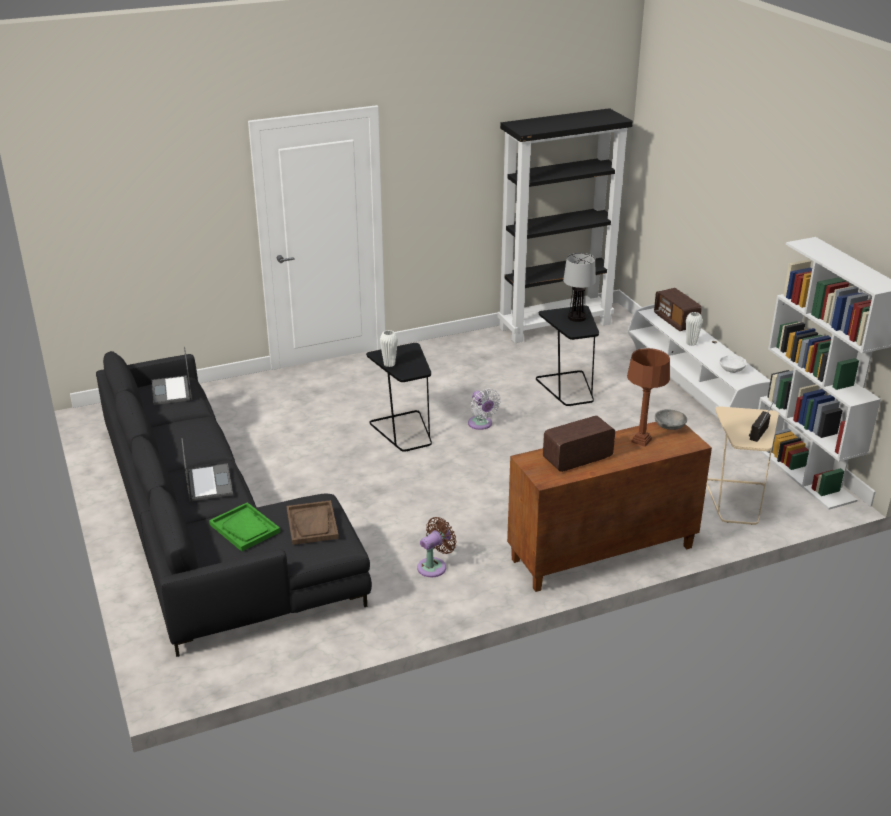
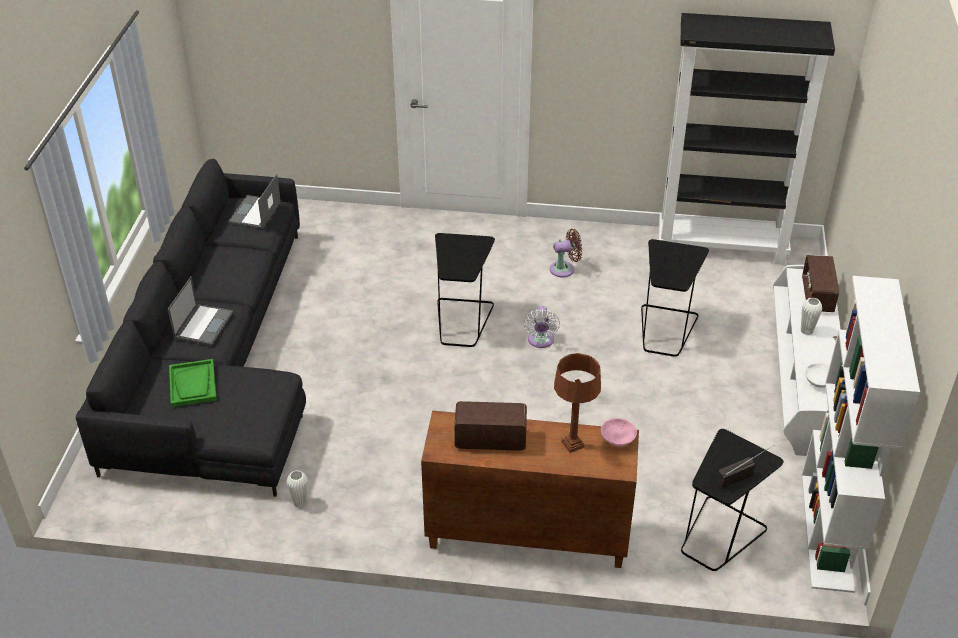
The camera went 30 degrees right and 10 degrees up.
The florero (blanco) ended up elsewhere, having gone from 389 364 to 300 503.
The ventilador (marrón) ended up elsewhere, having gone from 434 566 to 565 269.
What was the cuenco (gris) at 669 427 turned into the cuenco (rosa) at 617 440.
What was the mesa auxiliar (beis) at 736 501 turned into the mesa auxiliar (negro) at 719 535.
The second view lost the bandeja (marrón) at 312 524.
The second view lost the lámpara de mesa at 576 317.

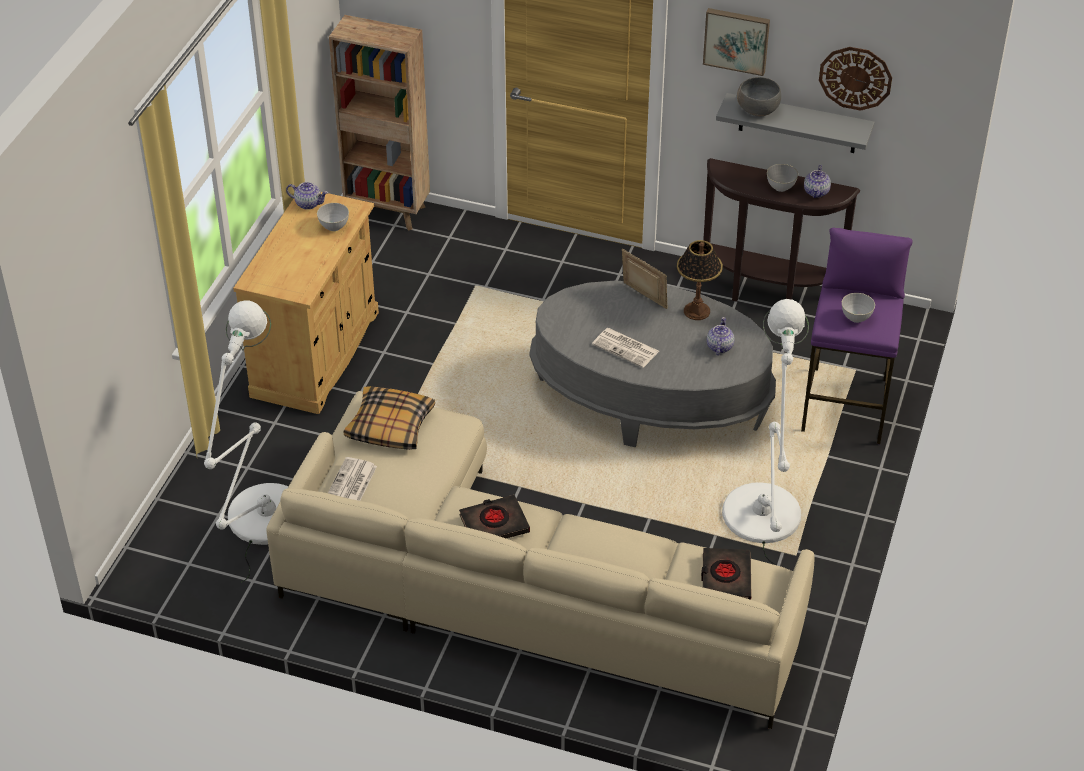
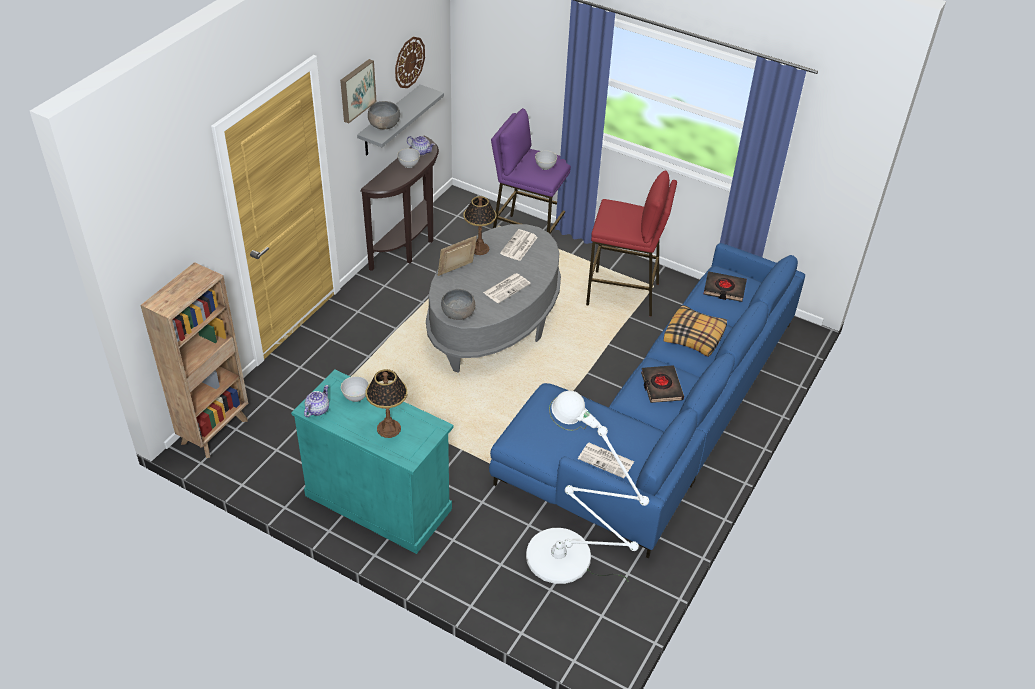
The camera went 80 degrees left and 0 degrees up.
What was the armario (beis) at 316 354 turned into the armario (turquesa) at 378 502.
The second view gained the lámpara de mesa at 389 429.
The second view gained the cuenco (gris) at 458 313.
What was the sofá (beis) at 517 588 turned into the sofá (azul) at 660 420.
Where the tetera stood at 719 346, the periódico came to stand at 519 246.
Where the lámpara de pie (blanco) stood at 762 523, the taburete (rojo) came to stand at 623 294.
The cojín ended up elsewhere, having gone from 390 426 to 694 337.

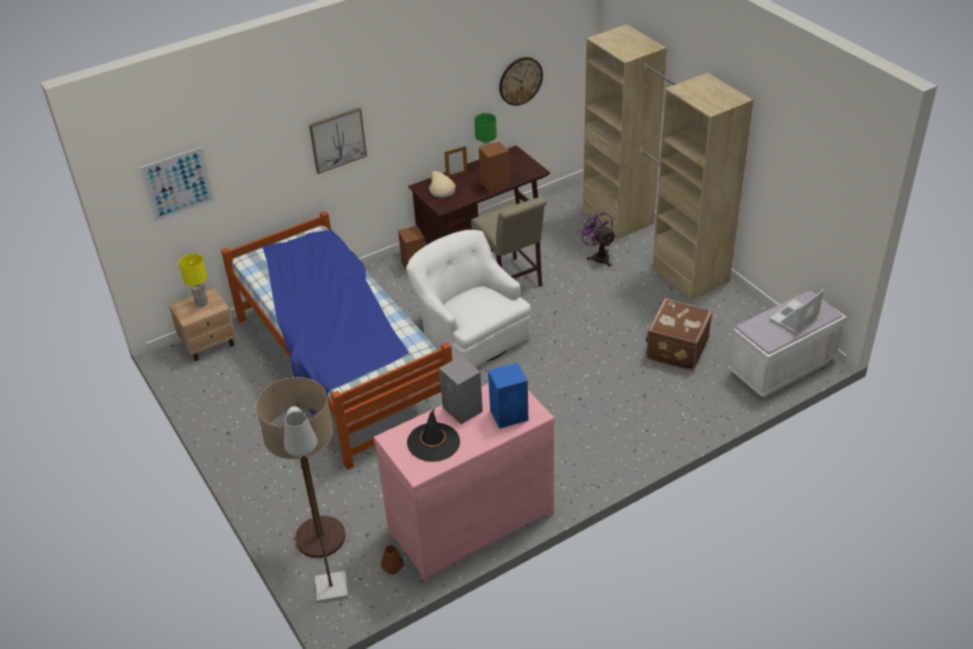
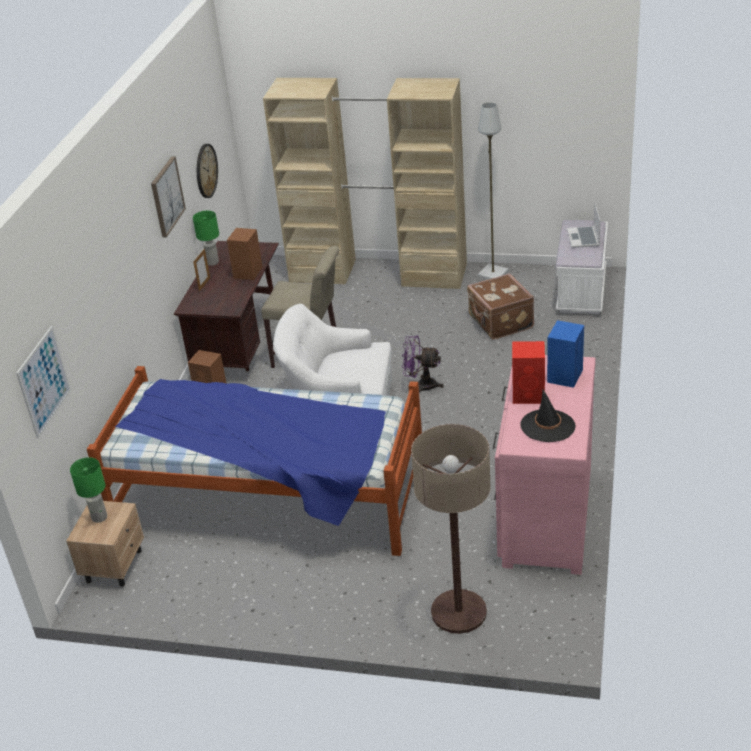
The camera went 45 degrees left and 5 degrees down.
What was the lámpara de mesa (amarillo) at 202 303 turned into the lámpara de mesa (verde) at 100 517.
The cuadro ended up elsewhere, having gone from 337 139 to 166 196.
The ventilador (morado) ended up elsewhere, having gone from 598 256 to 421 385.
The lámpara de pie (gris) ended up elsewhere, having gone from 331 588 to 493 274.
What was the altavoz (gris) at 463 410 turned into the altavoz (rojo) at 529 395.
The second view lost the florero (marrón) at 393 568.
The second view lost the sombrero (beis) at 441 189.

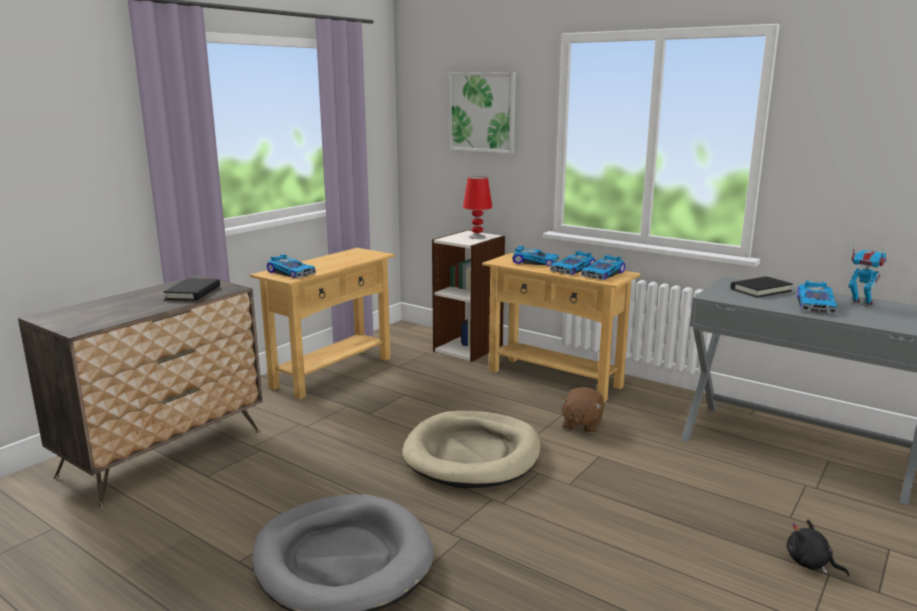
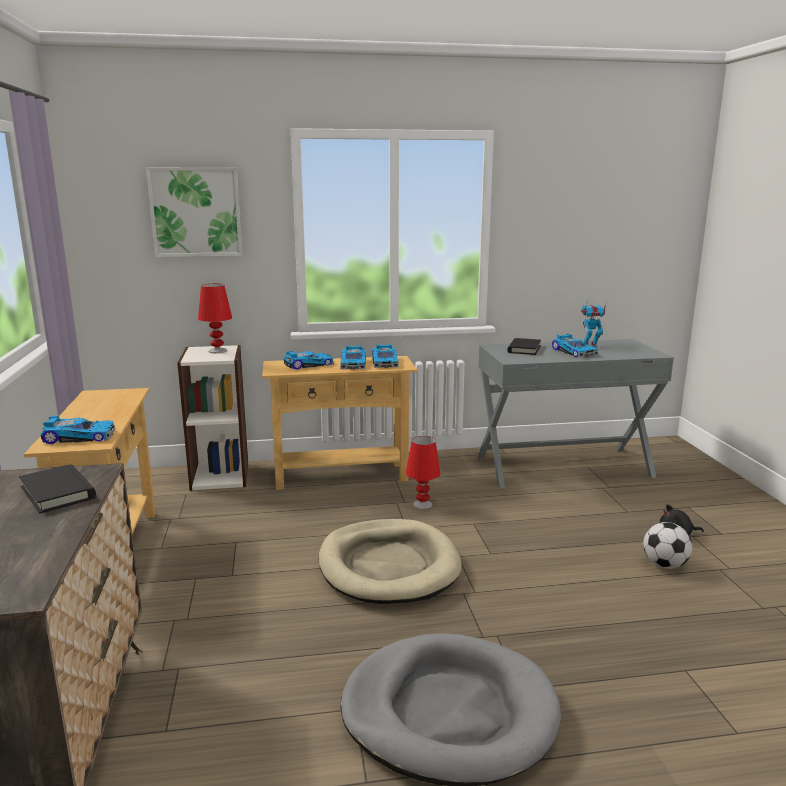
The camera went 45 degrees left and 0 degrees up.
Where the peluche (marrón) stood at 581 424, the lámpara de mesa (rojo) came to stand at 422 505.
The second view gained the balón de fútbol at 664 565.

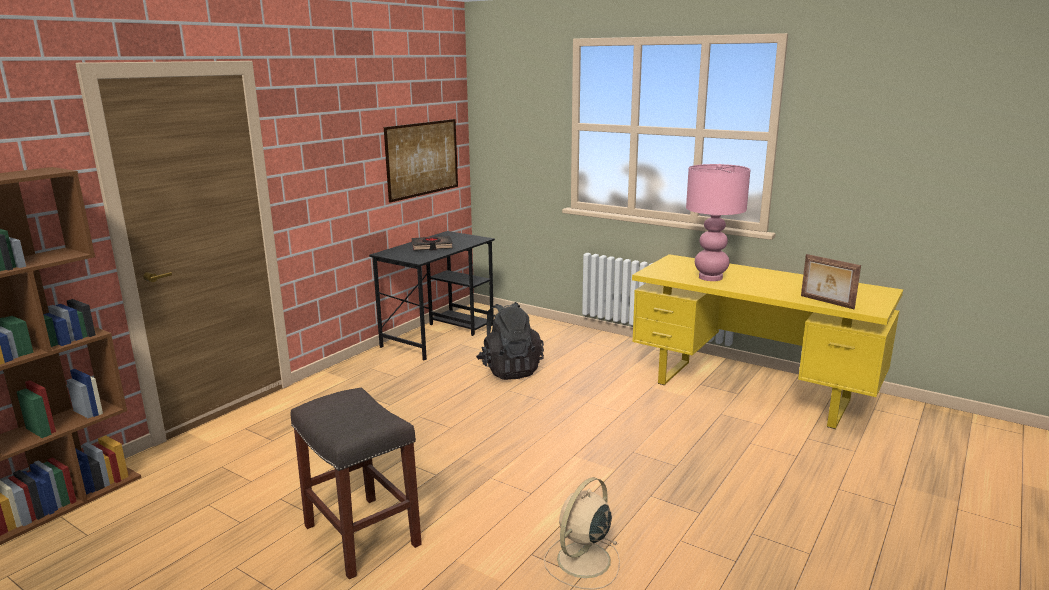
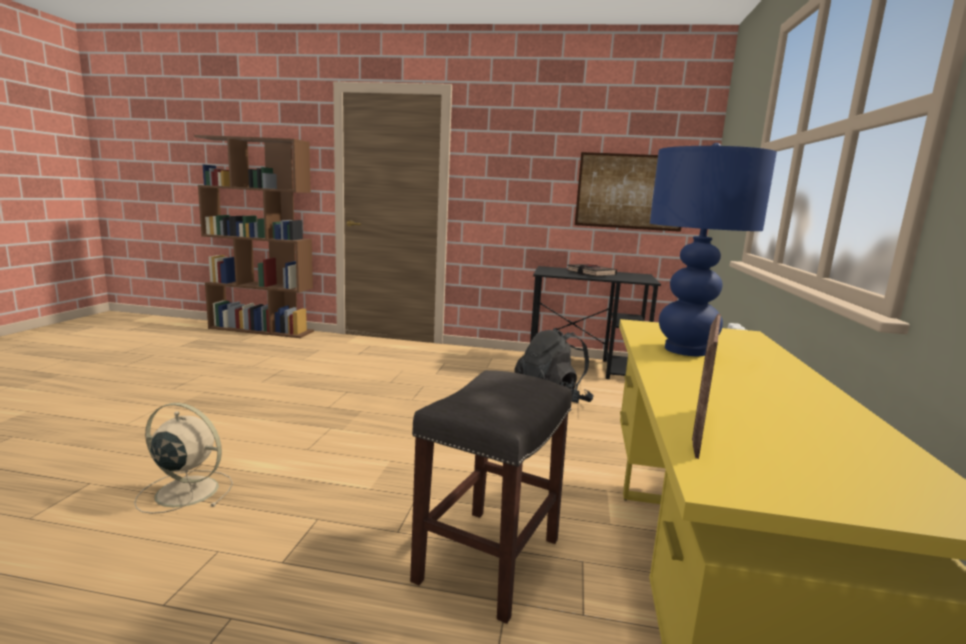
The camera went 65 degrees right and 5 degrees down.
The taburete (gris) ended up elsewhere, having gone from 360 535 to 488 558.
What was the lámpara de mesa (rosa) at 710 277 turned into the lámpara de mesa (azul) at 685 350.

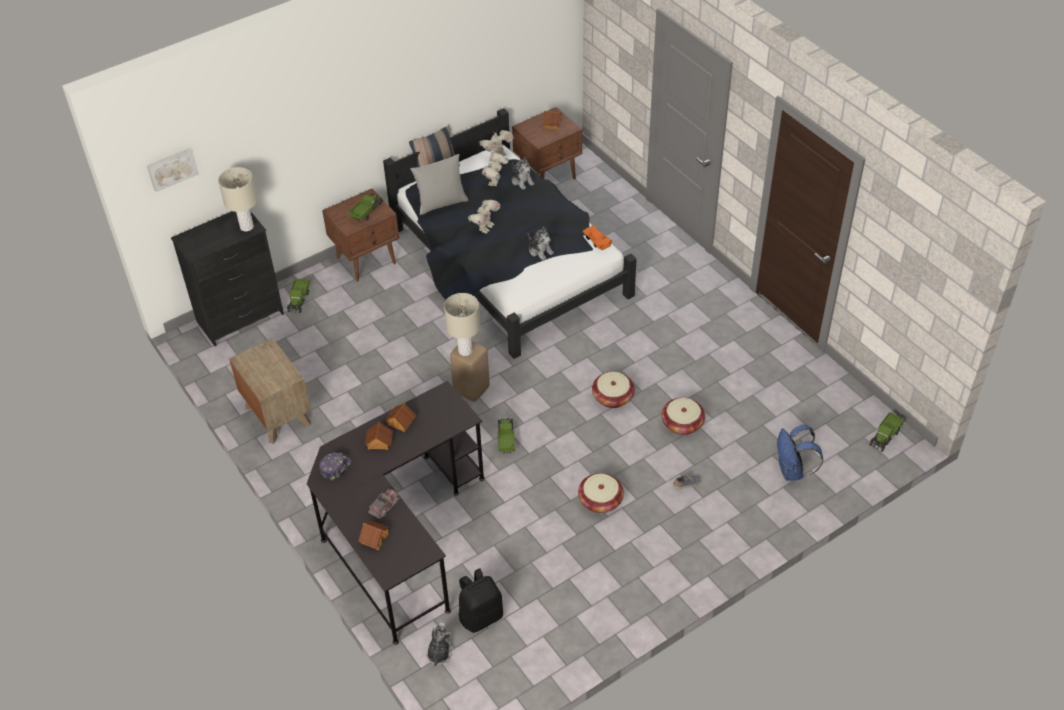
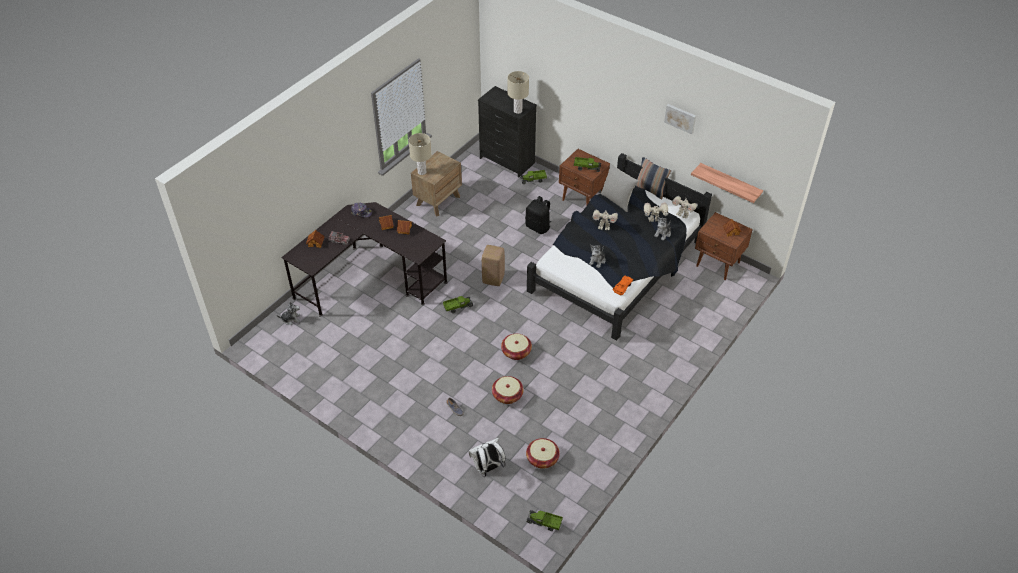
The camera went 70 degrees right and 0 degrees up.
The lámpara de mesa (beis) ended up elsewhere, having gone from 465 350 to 422 172.
What was the mochila (azul) at 792 471 turned into the mochila (blanco) at 487 468.
The mochila (negro) ended up elsewhere, having gone from 481 616 to 538 227.
The cesta ended up elsewhere, having gone from 600 500 to 542 458.
The cuadro ended up elsewhere, having gone from 172 168 to 680 118.
The second view gained the estante at 729 183.

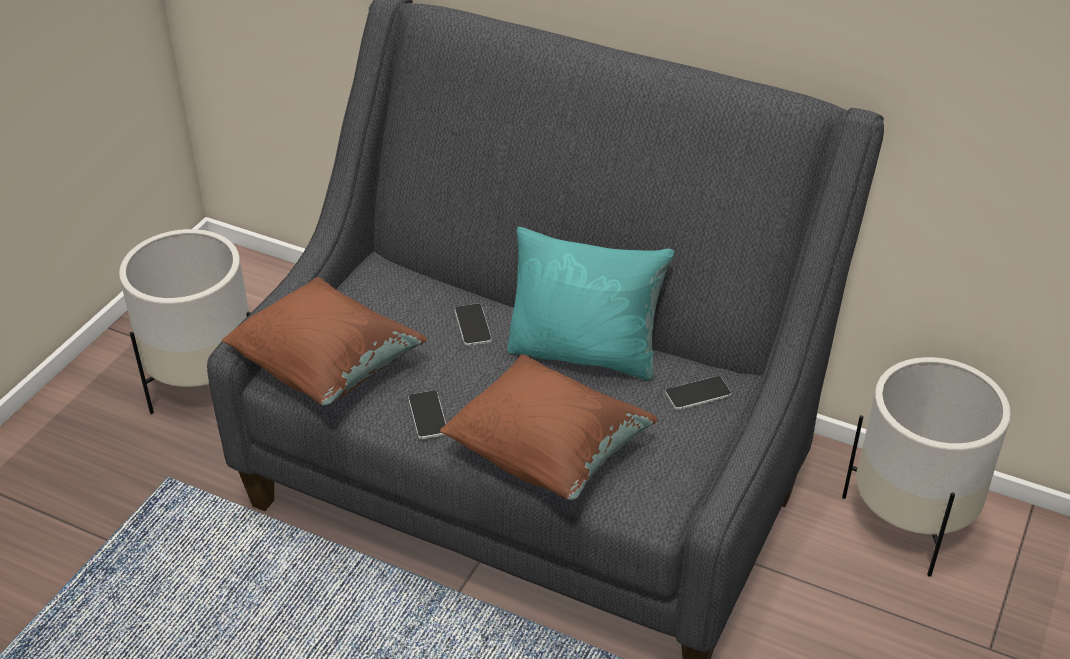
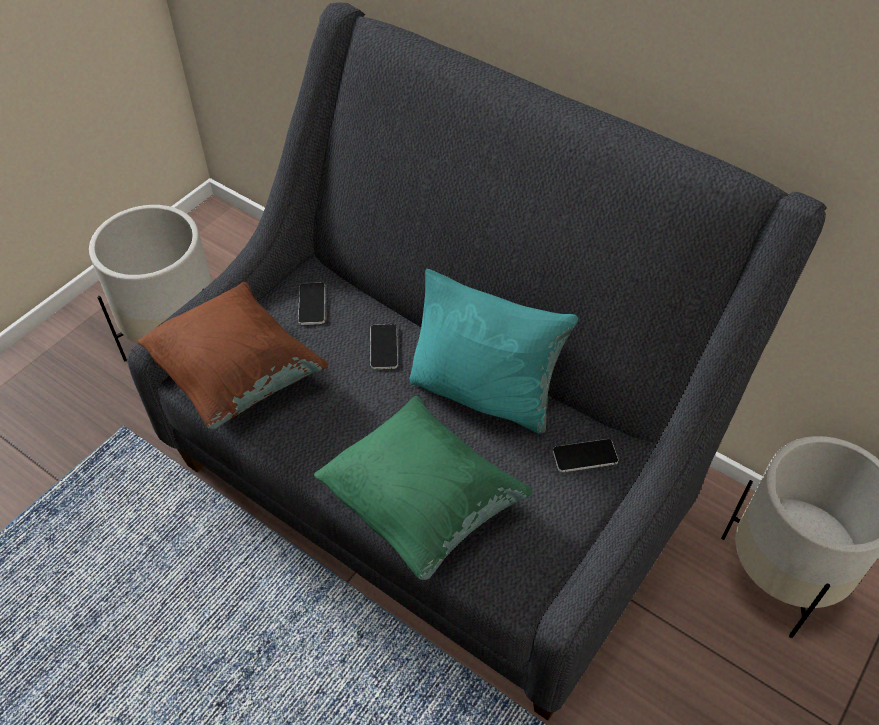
The camera went 10 degrees right and 10 degrees up.
The móvil ended up elsewhere, having gone from 427 415 to 312 304.
What was the cojín (marrón) at 547 455 turned into the cojín (verde) at 421 505.

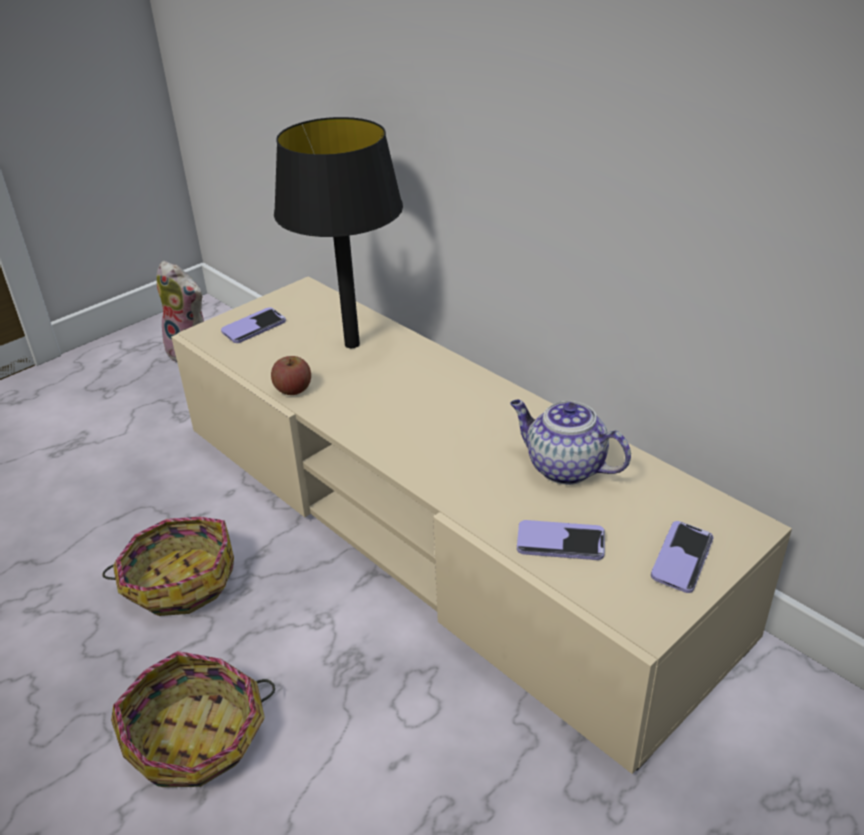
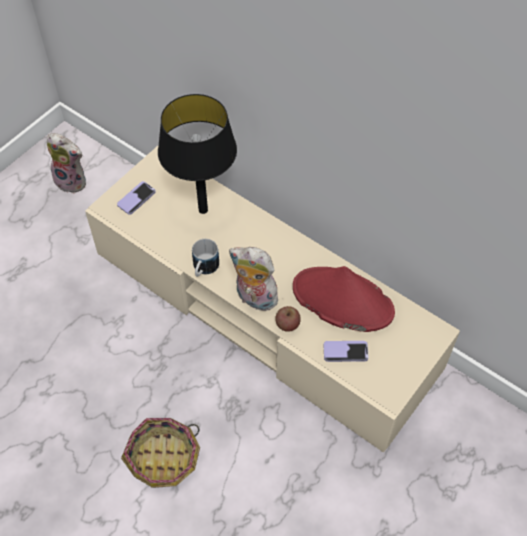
The camera went 10 degrees left and 20 degrees up.
The second view gained the taza grande at 204 269.
The second view gained the peluche at 254 298.
The manzana ended up elsewhere, having gone from 293 389 to 287 324.
Where the tetera stood at 563 467, the sombrero (rojo) came to stand at 342 300.
The second view lost the cesta at 179 580.
The second view lost the móvil at 682 558.

